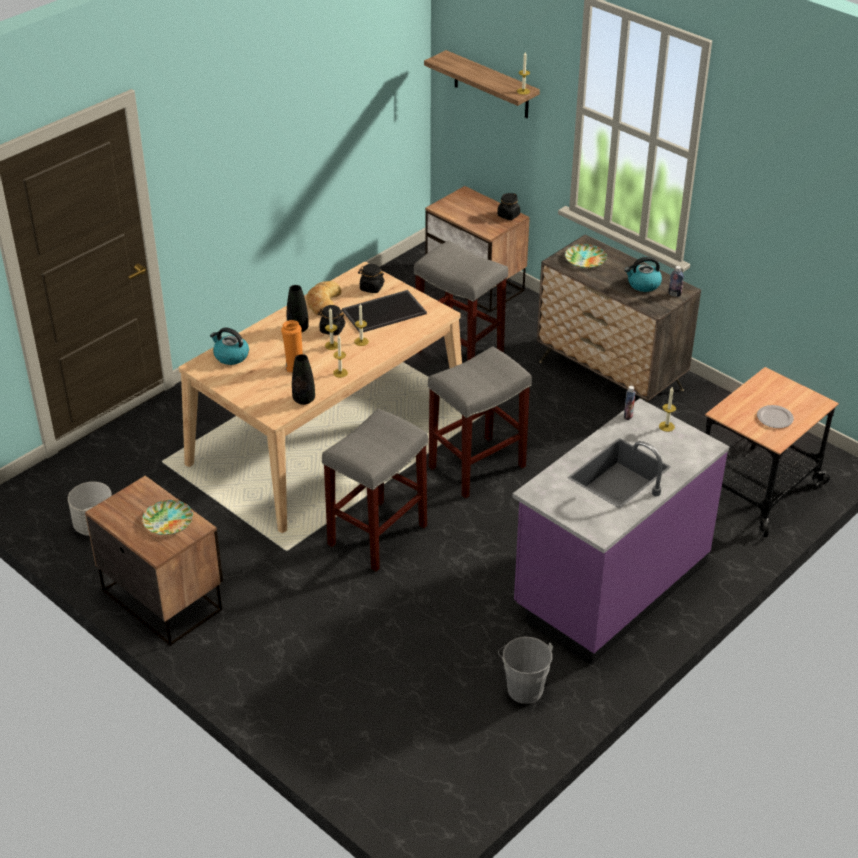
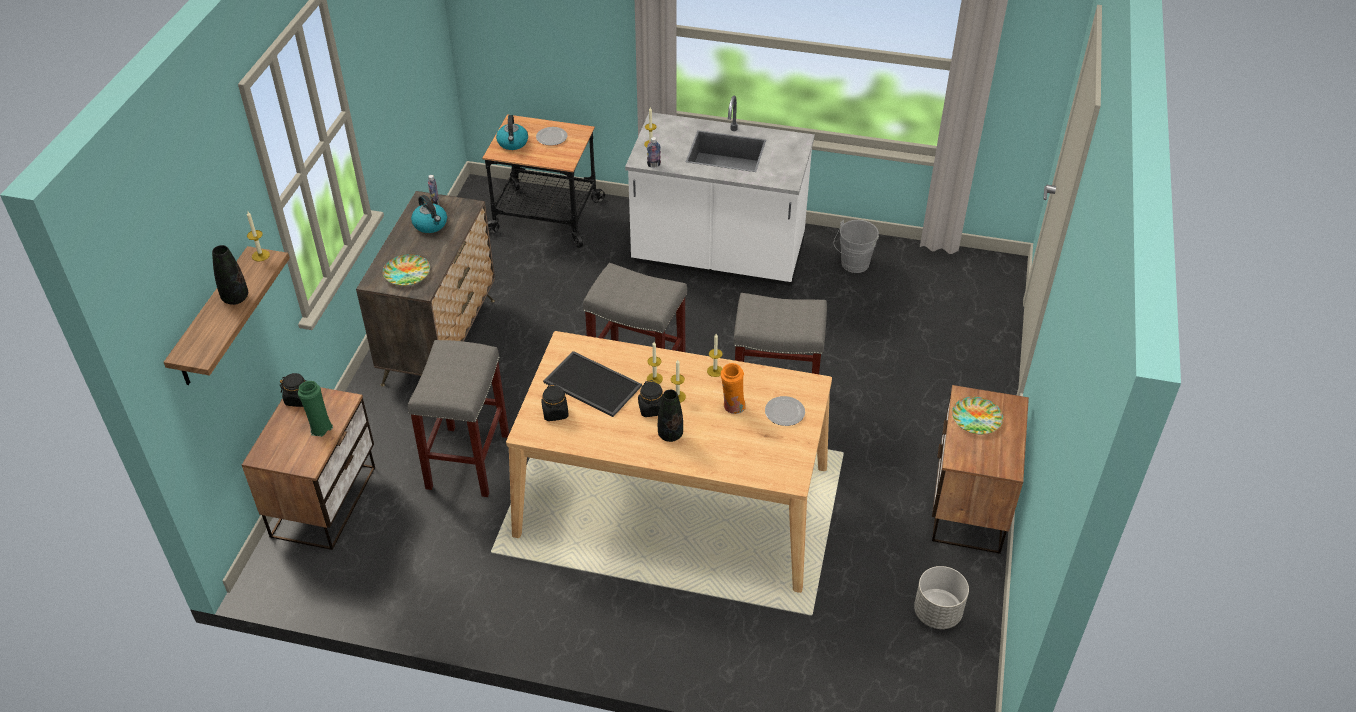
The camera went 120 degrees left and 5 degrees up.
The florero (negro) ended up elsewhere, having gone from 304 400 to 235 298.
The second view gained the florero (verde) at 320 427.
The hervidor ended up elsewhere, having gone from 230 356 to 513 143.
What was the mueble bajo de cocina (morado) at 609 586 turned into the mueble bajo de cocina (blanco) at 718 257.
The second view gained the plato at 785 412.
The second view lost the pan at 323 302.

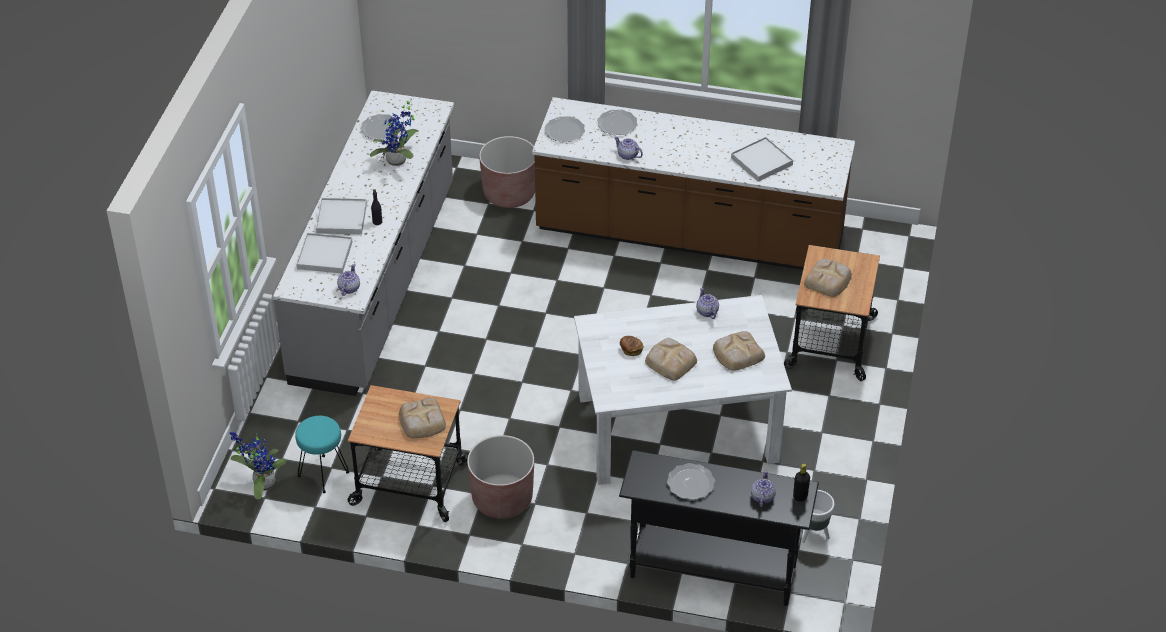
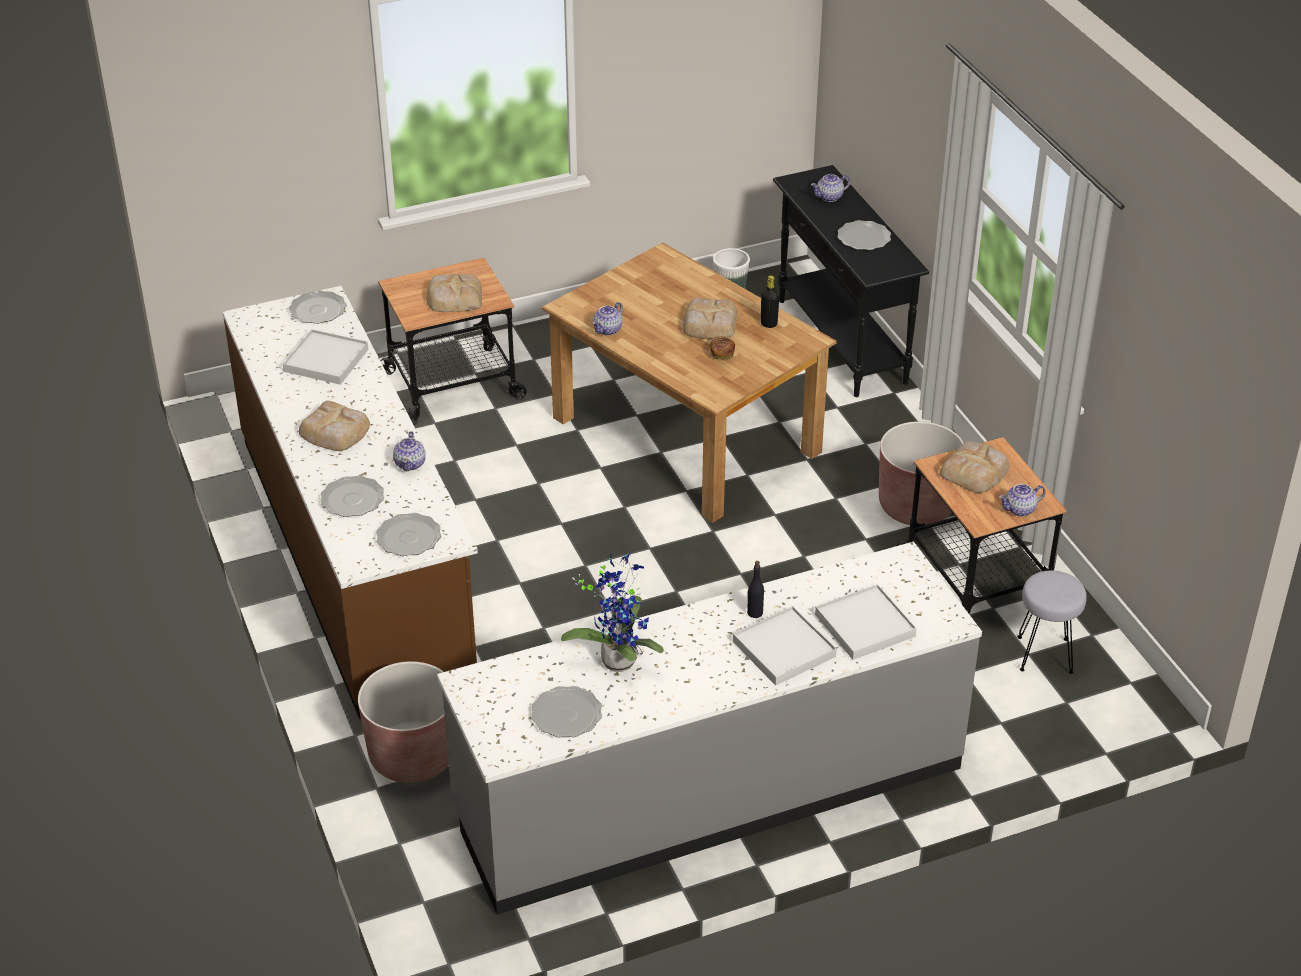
The camera went 125 degrees left and 5 degrees down.
The second view gained the plato at 317 310.
The pan ended up elsewhere, having gone from 737 353 to 335 432.
What was the mesa de comedor (blanco) at 676 428 turned into the mesa de comedor (marrón) at 688 435.
The botella (negro) ended up elsewhere, having gone from 800 497 to 769 324.
The tetera ended up elsewhere, having gone from 348 288 to 1020 509.
What was the taburete (turquesa) at 323 473 turned into the taburete (gris) at 1044 655.
The second view lost the planta en maceta at 261 483.

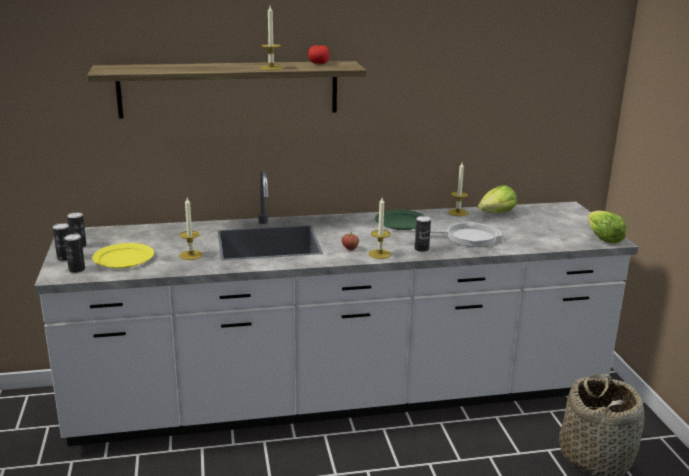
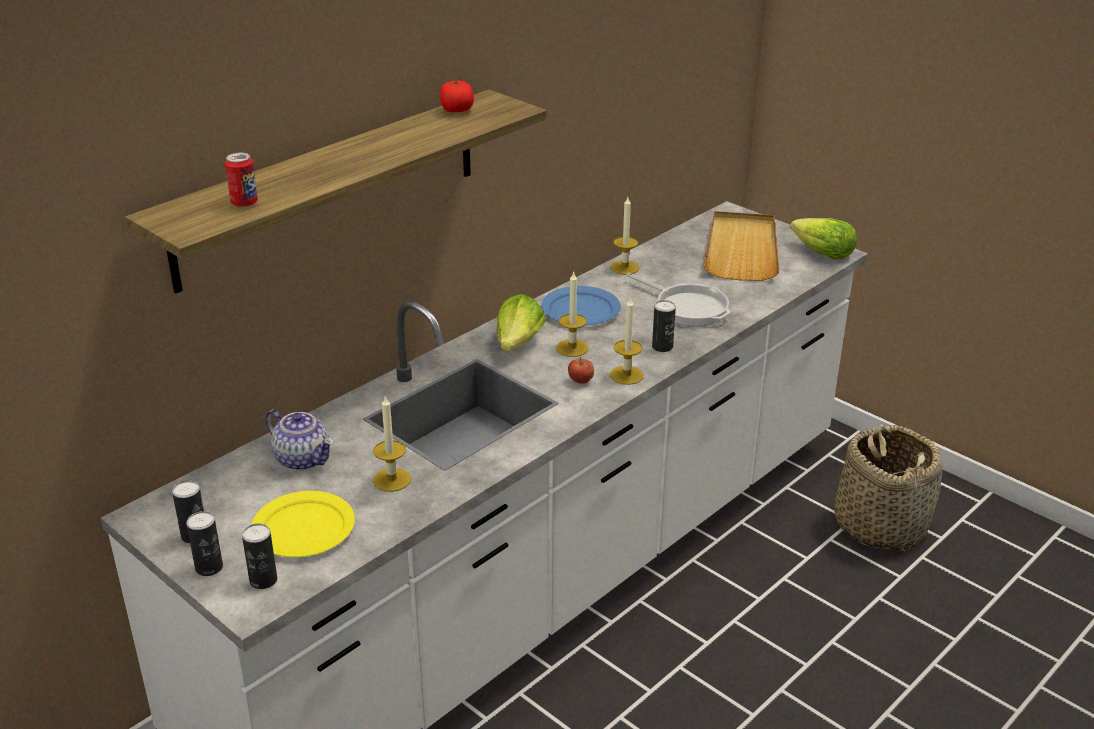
The camera went 35 degrees left and 10 degrees up.
The second view gained the lata at 244 203.
The second view gained the tetera at 303 459.
The lechuga ended up elsewhere, having gone from 496 214 to 518 343.
What was the plato (verde) at 400 222 turned into the plato (azul) at 580 310.
The vela ended up elsewhere, having gone from 271 68 to 572 348.
The sartén at 467 237 ended up facing another way, 75 degrees clockwise from before.
The second view gained the bandeja (beis) at 741 250.

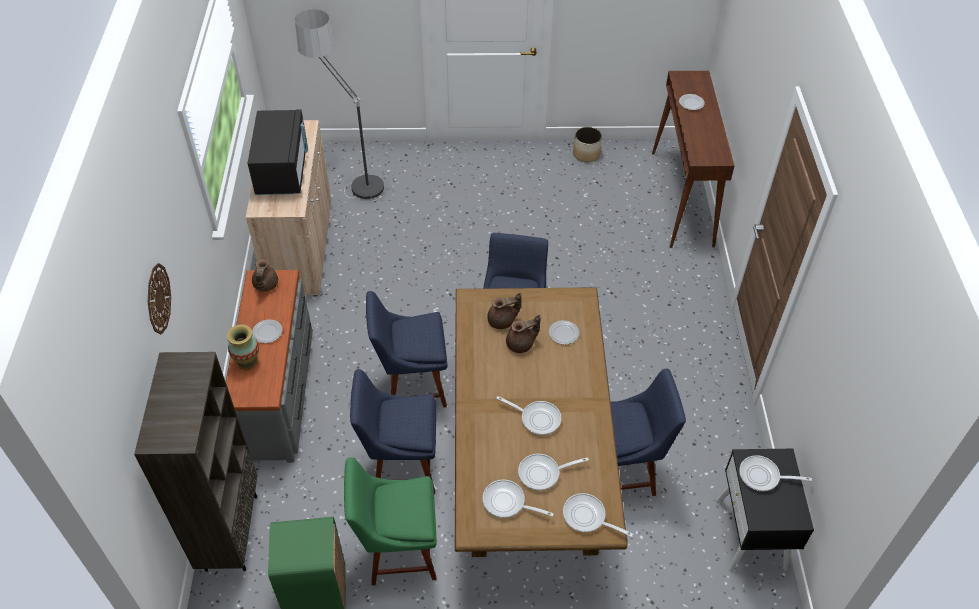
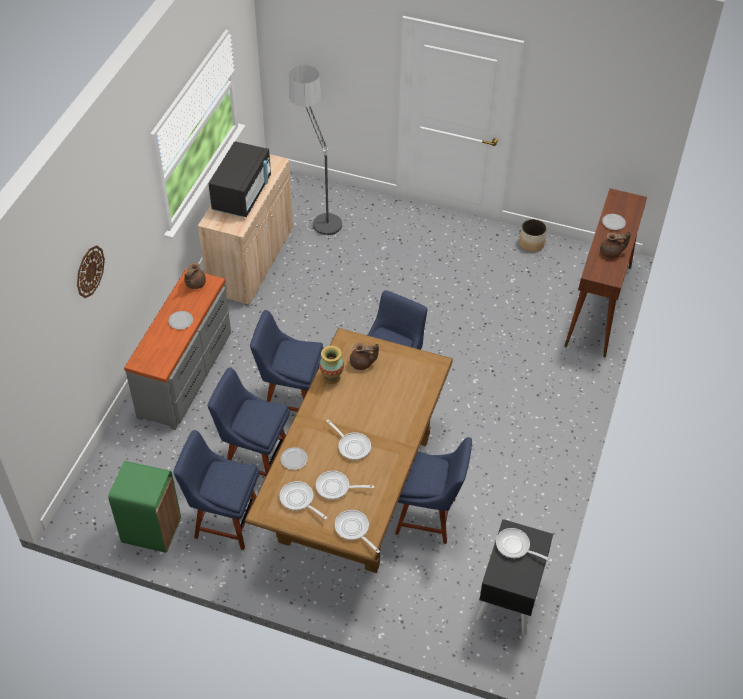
The camera went 20 degrees right and 0 degrees up.
What was the silla (verde) at 397 551 turned into the silla (azul) at 224 520.
The plato ended up elsewhere, having gone from 564 333 to 294 459.
The florero ended up elsewhere, having gone from 247 362 to 331 377.
The tetera (marrón) ended up elsewhere, having gone from 521 344 to 611 253.
The second view lost the estantería (marrón) at 230 532.

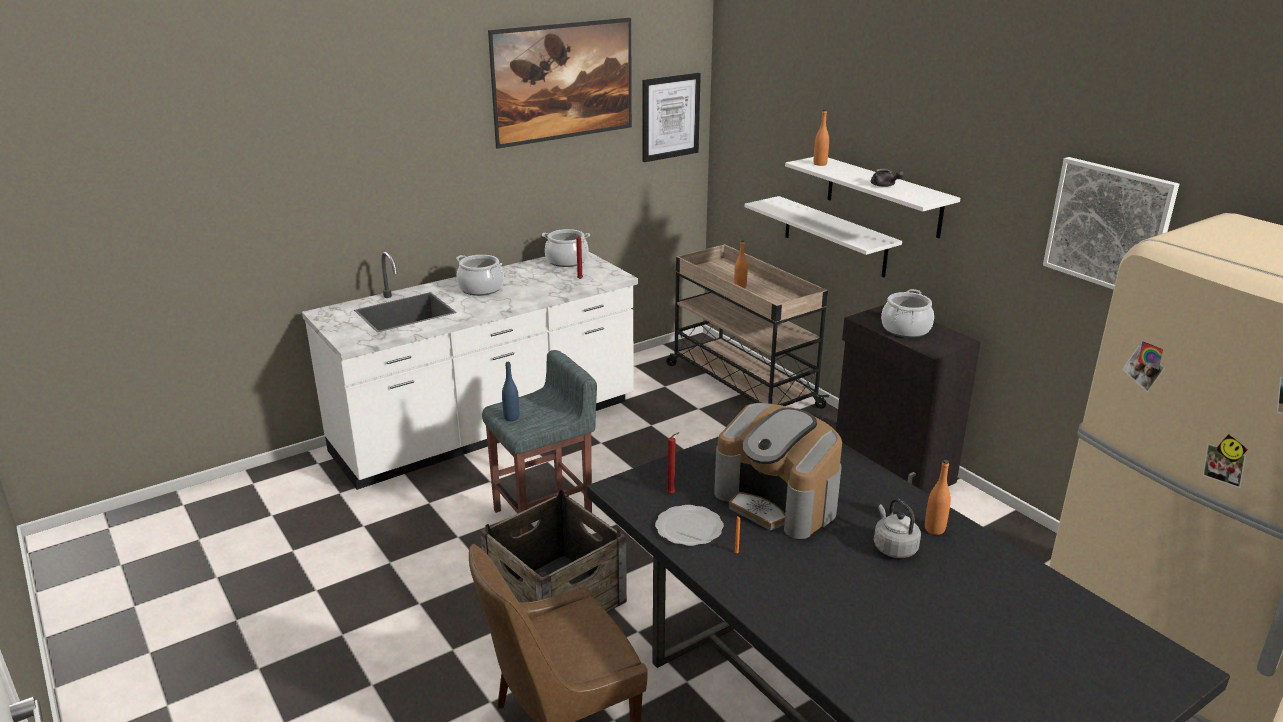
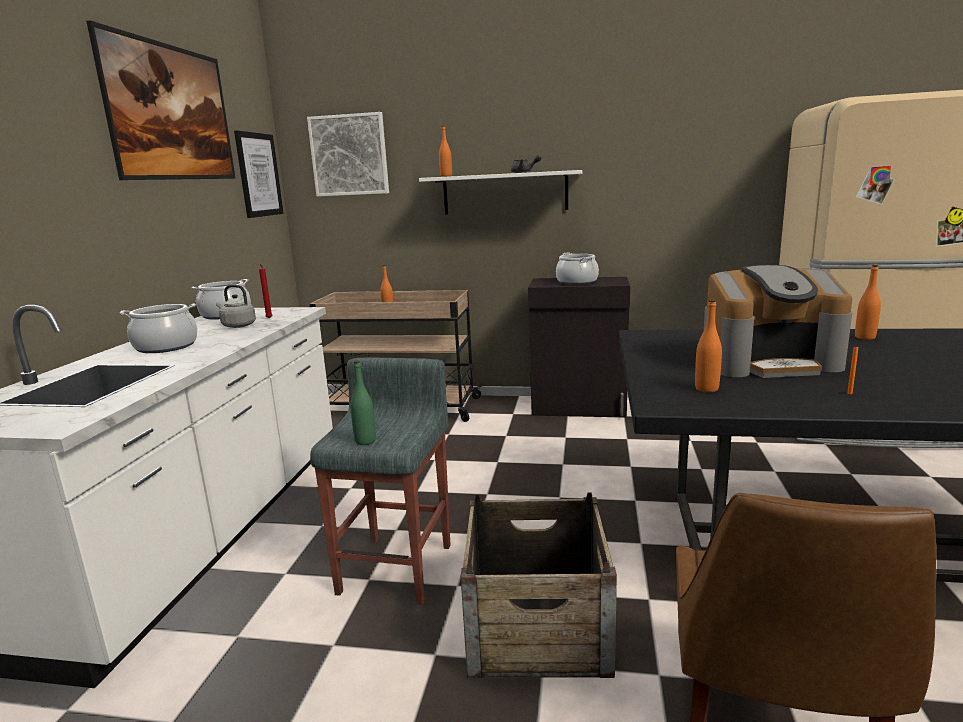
The camera went 45 degrees left and 10 degrees down.
The hervidor (gris) ended up elsewhere, having gone from 893 547 to 237 326.
The cuadro ended up elsewhere, having gone from 1109 226 to 349 155.
What was the botella (azul) at 511 417 turned into the botella (verde) at 365 441.
Where the vela (rojo) stood at 672 494, the botella (naranja) came to stand at 706 389.
The second view lost the plato at 688 527.
The second view lost the estante (blanco) at 834 236.

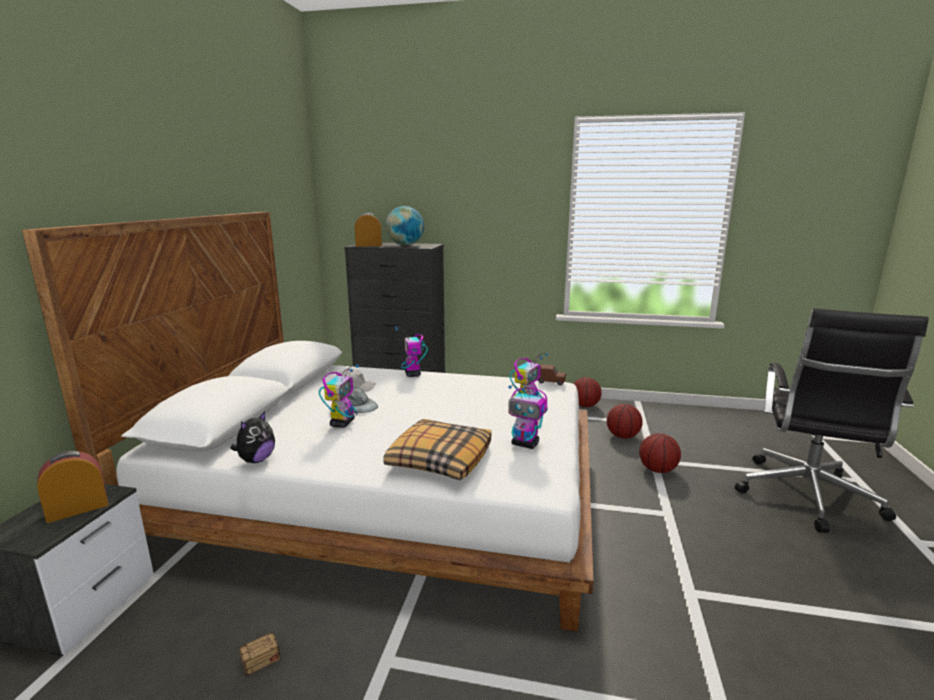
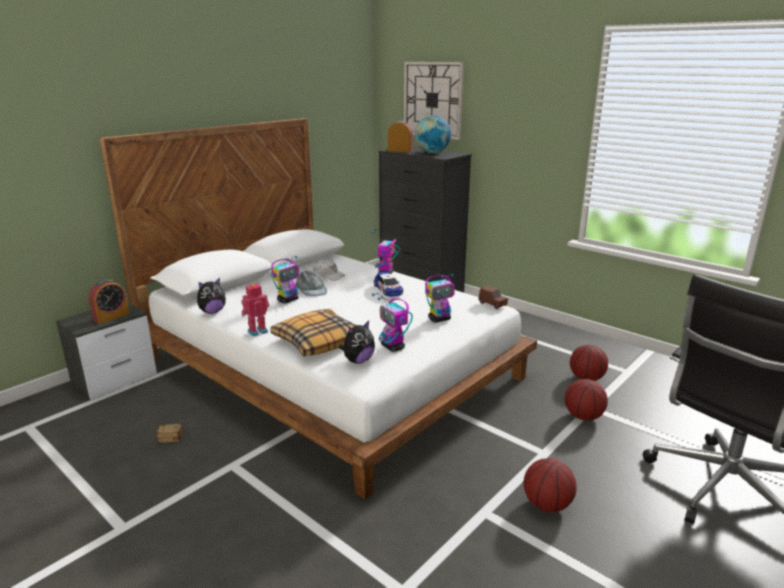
The camera went 30 degrees right and 5 degrees up.
The despertador at 78 509 ended up facing another way, 135 degrees clockwise from before.
The second view gained the robot de juguete at 257 331.
The second view gained the peluche at 358 361.
The second view gained the coche de juguete at 388 289.
The second view gained the reloj de pared at 433 100.
The balón de baloncesto ended up elsewhere, having gone from 585 406 to 547 505.

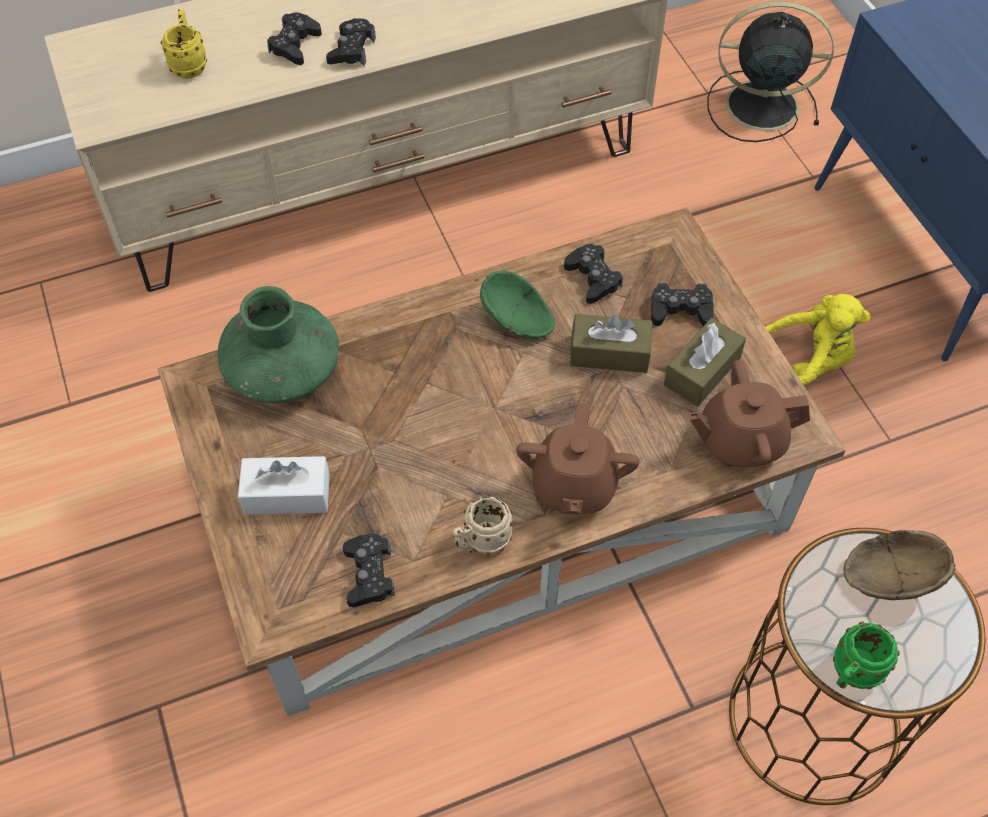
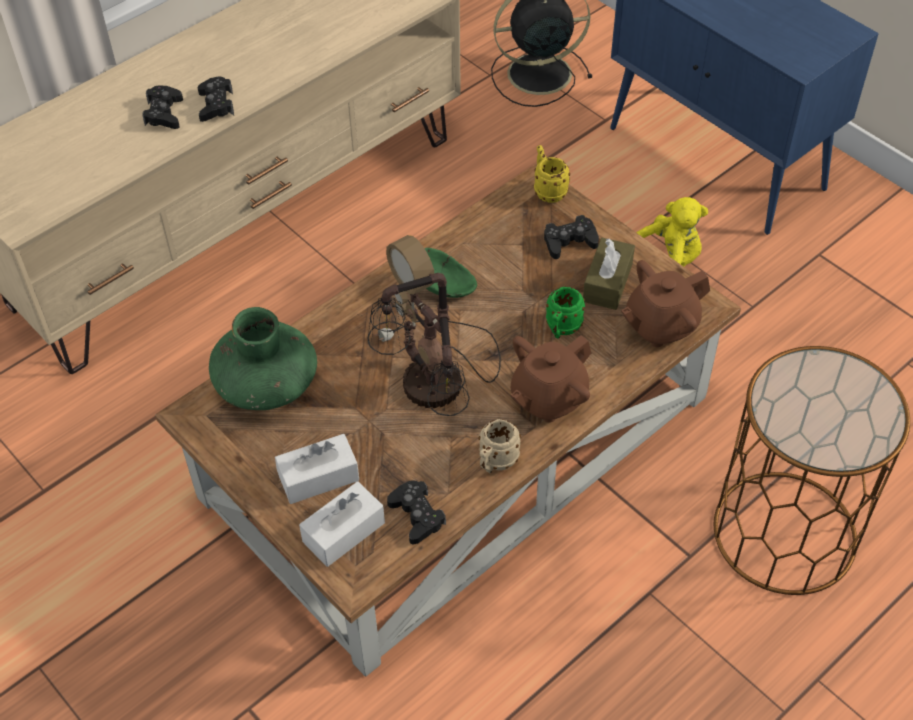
The camera went 20 degrees left and 5 degrees down.
The second view gained the caja de pañuelos (blanco) at 343 532.
The second view gained the lámpara de mesa at 431 388.
The tetera (marrón) at 573 486 ended up facing another way, 60 degrees clockwise from before.
The taza grande (amarillo) ended up elsewhere, having gone from 189 64 to 547 190.
The taza grande (verde) ended up elsewhere, having gone from 851 674 to 561 329.
The second view lost the mando de consola (negro) at 593 278.
The second view lost the caja de pañuelos (marrón) at 609 353.
The second view lost the cuenco (marrón) at 888 575.

